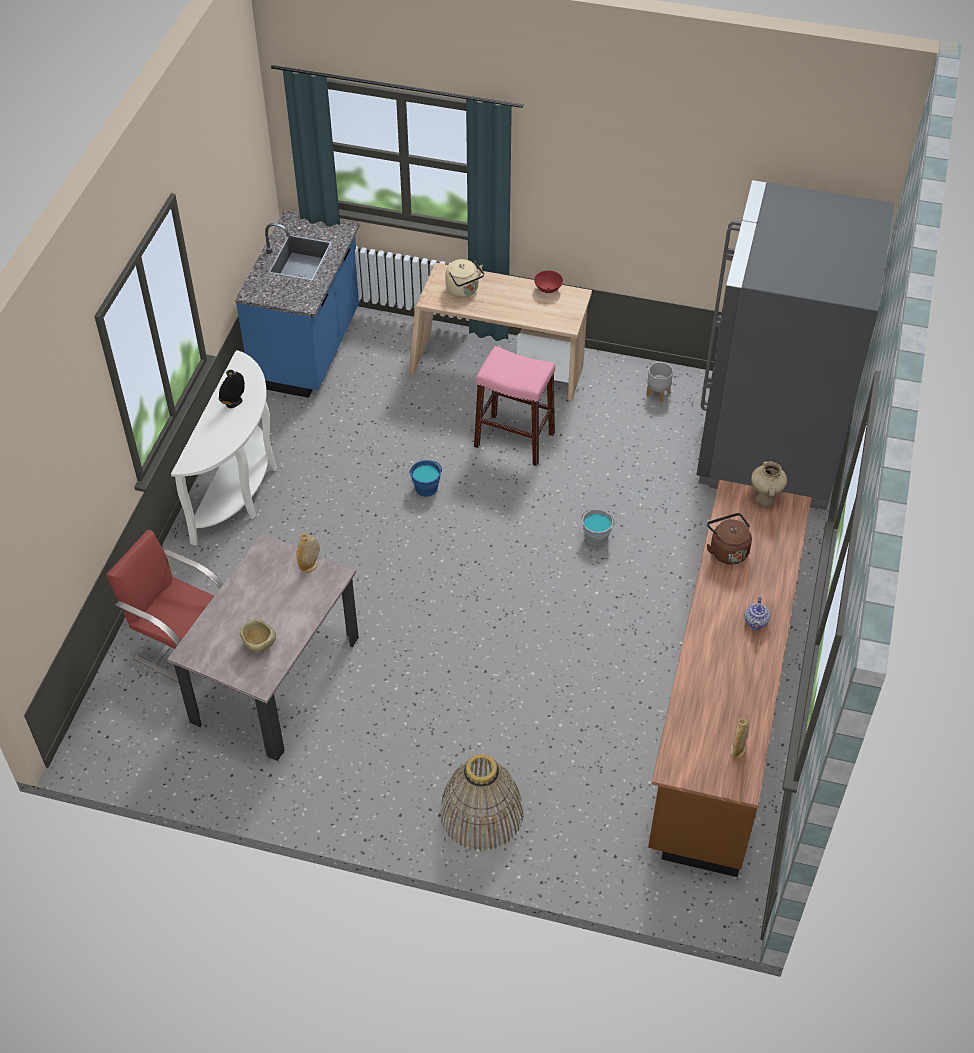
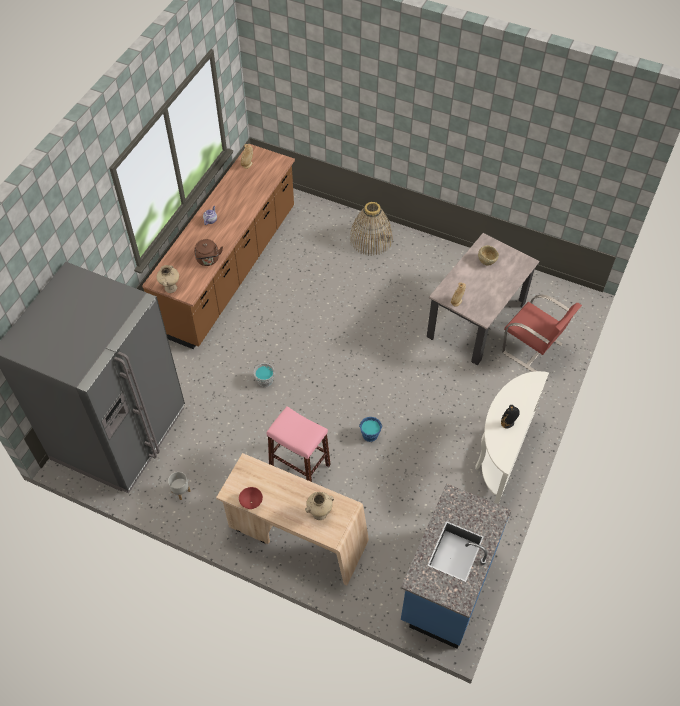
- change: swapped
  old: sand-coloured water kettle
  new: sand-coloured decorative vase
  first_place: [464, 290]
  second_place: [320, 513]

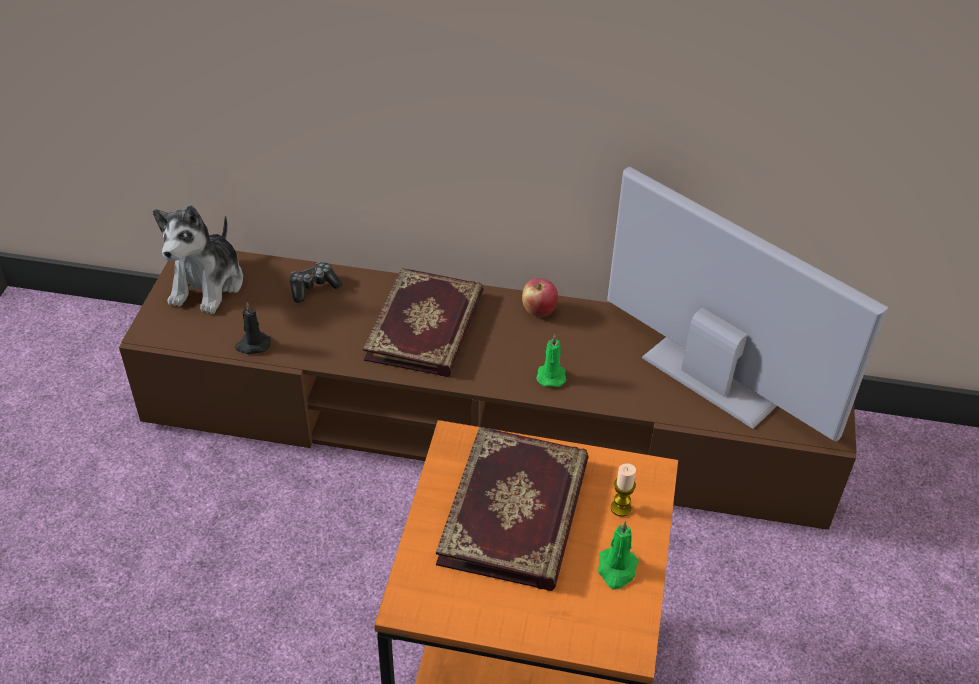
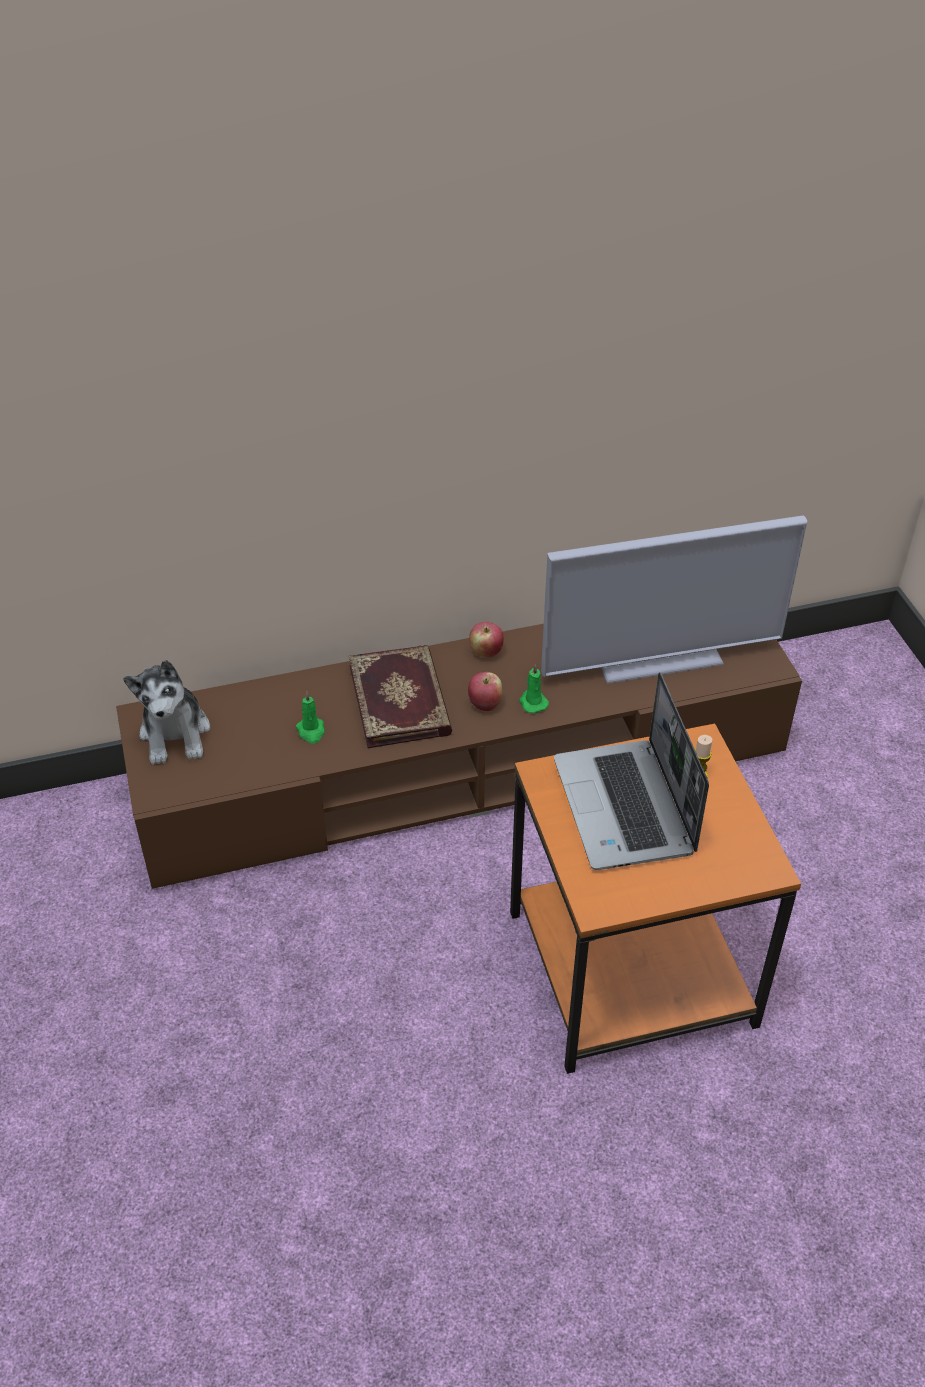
- change: gone
  old: blackish wax light
  first_place: [252, 345]
- change: gone
  old: game controller
  first_place: [313, 287]
- change: new
  new: apple fruit
  second_place: [485, 704]
- change: shifted
  old: green wax light
  first_place: [616, 569]
  second_place: [311, 731]
- change: swapped
  old: volume
  new: portable computer
  first_place: [517, 512]
  second_place: [626, 808]
- change: rotated
  old: television
  first_place: [710, 379]
  second_place: [658, 659]
  degrees: 150

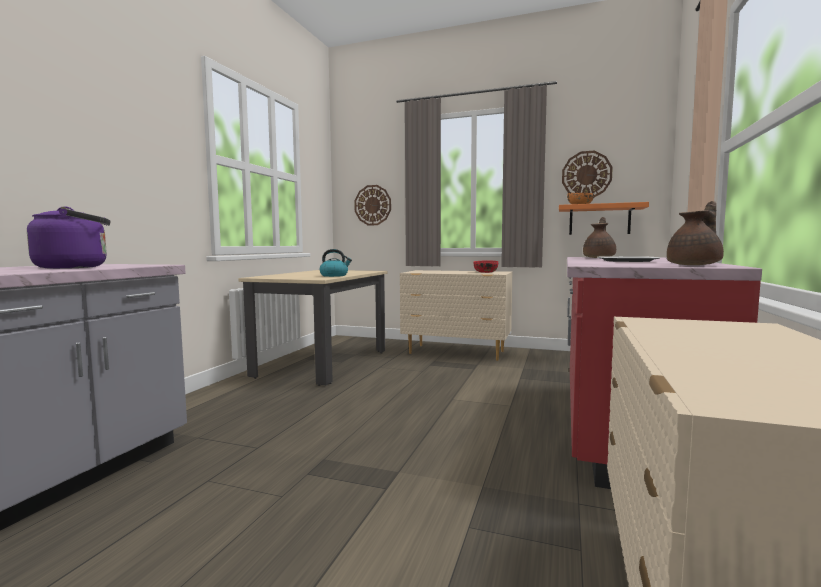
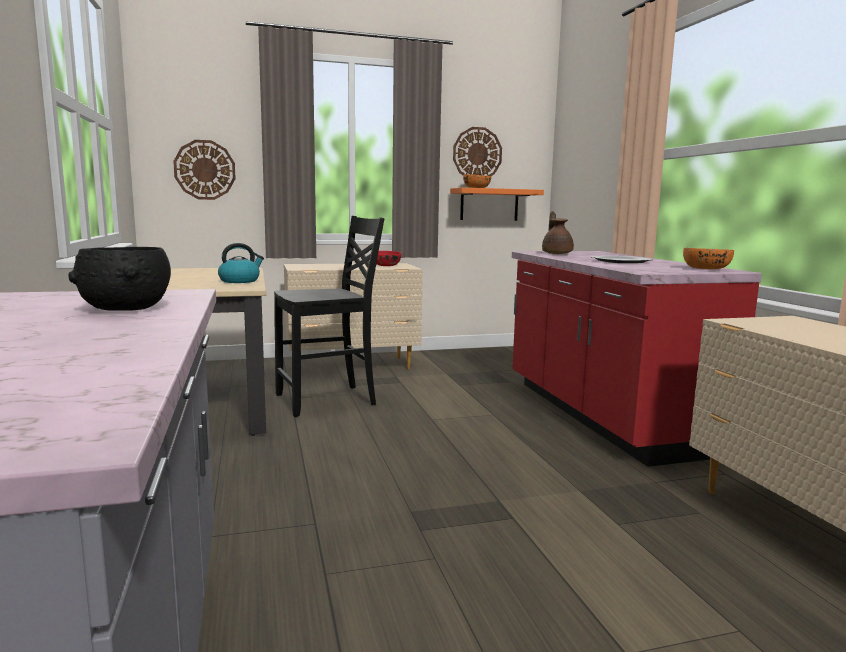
- change: new
  new: blackish plain chair
  second_place: [328, 400]
- change: swapped
  old: purple water kettle
  new: blackish deep dish
  first_place: [76, 267]
  second_place: [127, 308]
- change: swapped
  old: brown tea pot
  new: orange-coloured deep dish
  first_place: [695, 265]
  second_place: [706, 269]

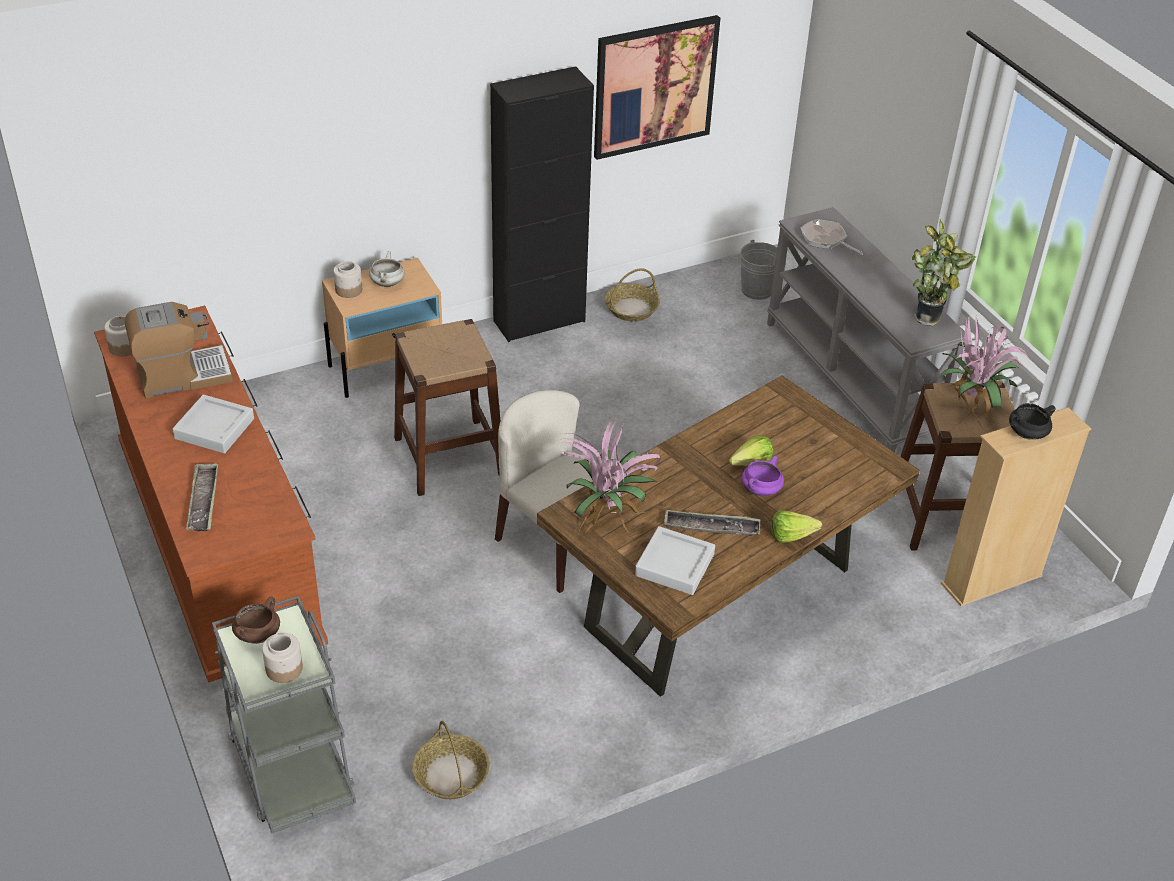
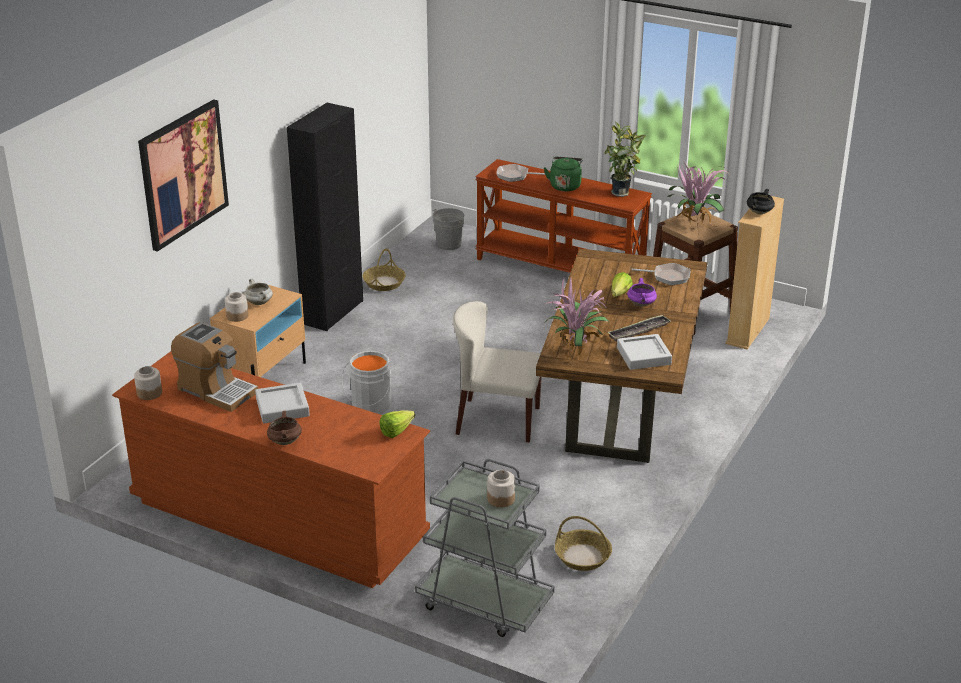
- change: gone
  old: serving tray
  first_place: [203, 501]
- change: new
  new: green water kettle
  second_place: [565, 185]
- change: new
  new: skillet
  second_place: [668, 277]
- change: shifted
  old: brown saucepot
  first_place: [258, 635]
  second_place: [284, 441]
- change: shifted
  old: picture
  first_place: [654, 86]
  second_place: [183, 174]
- change: shifted
  old: lettuce head
  first_place: [795, 537]
  second_place: [399, 431]
- change: swapped
  old: brown sitting stool
  new: greyish water bucket
  first_place: [449, 456]
  second_place: [369, 406]
- change: repainted
  old: greyish narrow table
  new: brown narrow table
  first_place: [852, 379]
  second_place: [560, 268]
- change: rotated
  old: coffee machine
  first_place: [182, 375]
  second_place: [216, 390]
  degrees: 90

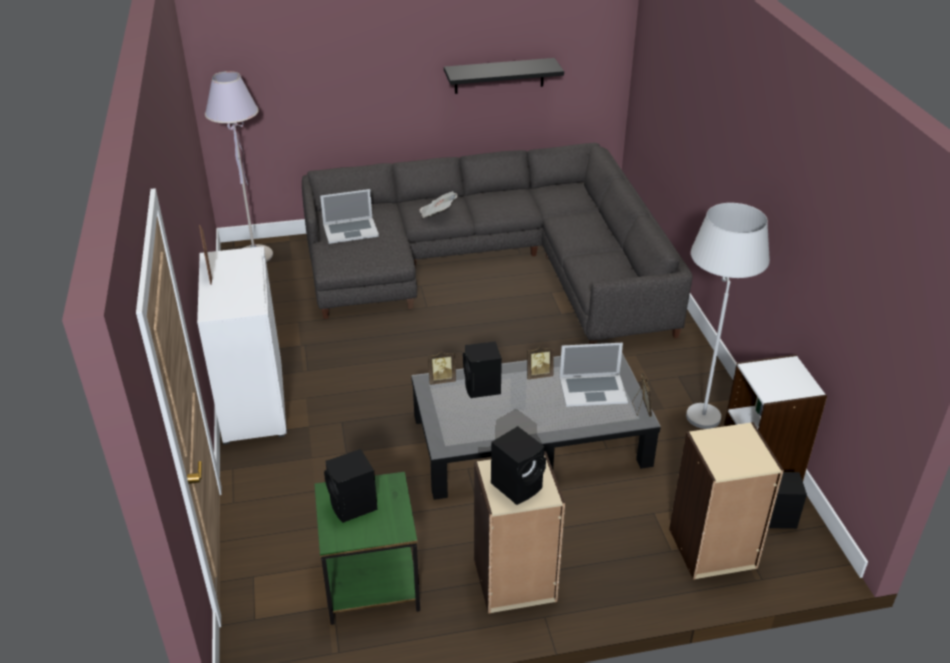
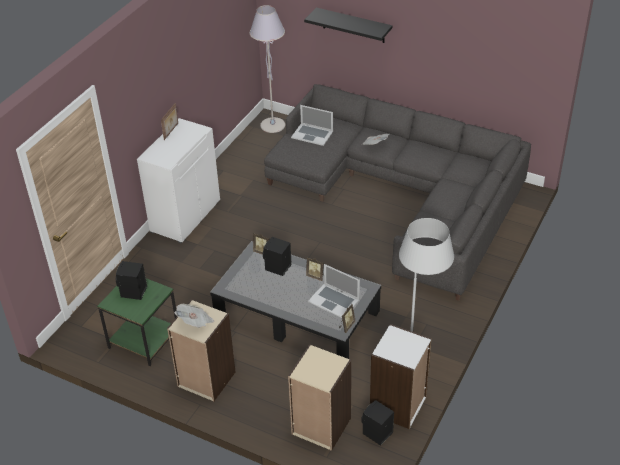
- change: shifted
  old: blackish wall shelf
  first_place: [499, 76]
  second_place: [353, 25]
- change: swapped
  old: blackish loudspeaker
  new: daily paper
  first_place: [518, 485]
  second_place: [195, 322]

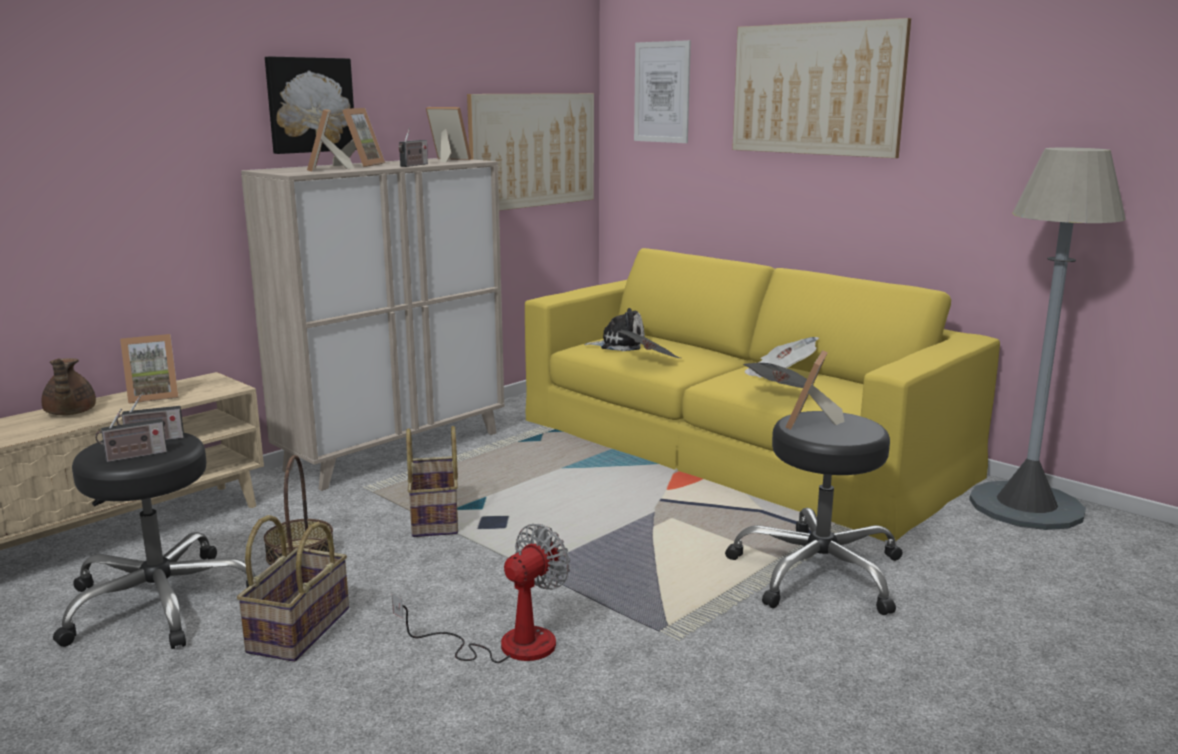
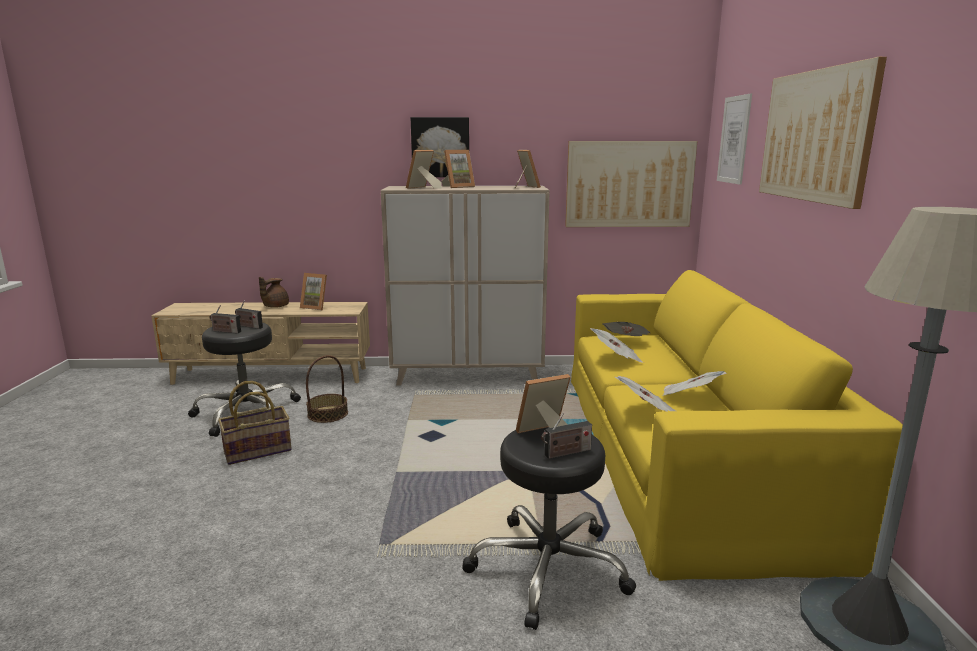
- change: gone
  old: fan
  first_place: [506, 645]
- change: gone
  old: household basket
  first_place: [436, 518]
- change: shifted
  old: radio receiver
  first_place: [413, 165]
  second_place: [566, 453]
- change: swapped
  old: plush toy
  new: daily paper
  first_place: [619, 345]
  second_place: [626, 342]

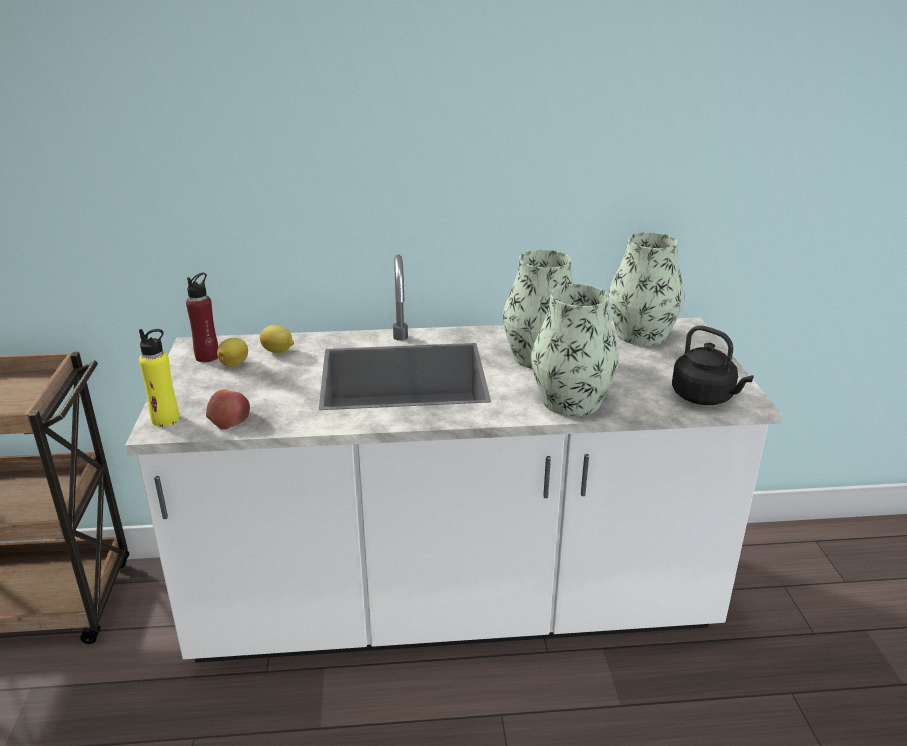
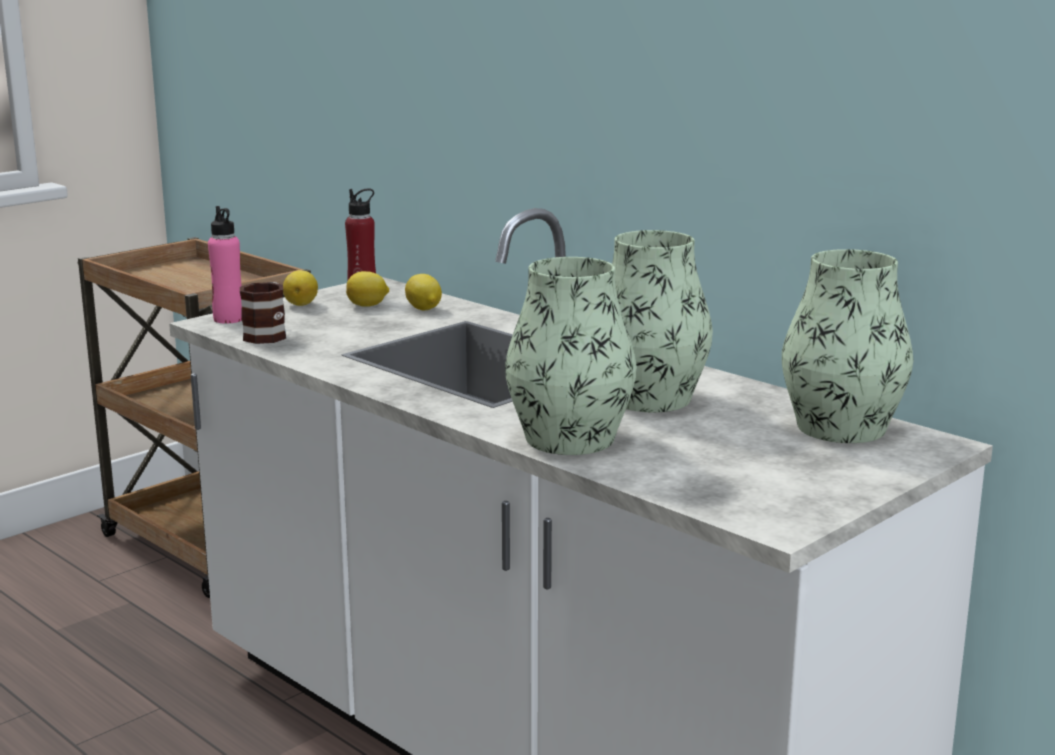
- change: gone
  old: blackish water kettle
  first_place: [705, 397]
- change: new
  new: citrus fruit
  second_place: [302, 304]
- change: swapped
  old: apple fruit
  new: tea mug
  first_place: [228, 417]
  second_place: [268, 334]
- change: repainted
  old: yellowish drink bottle
  new: pink drink bottle
  first_place: [165, 419]
  second_place: [229, 319]

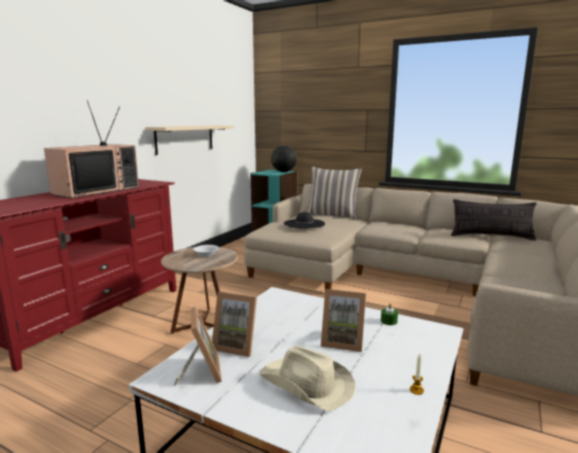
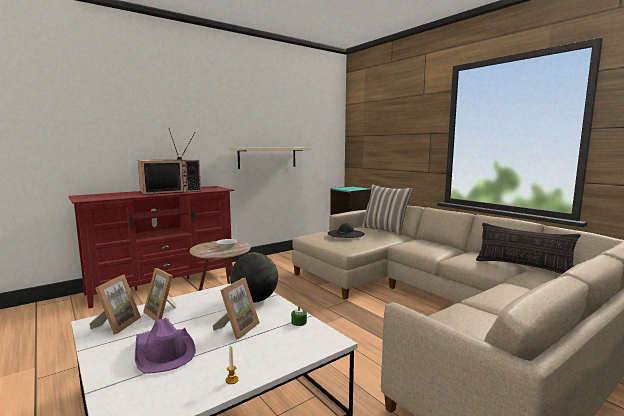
- change: shifted
  old: world globe
  first_place: [283, 172]
  second_place: [255, 300]
- change: repainted
  old: sand-coloured hat
  new: purple hat
  first_place: [307, 384]
  second_place: [163, 351]
- change: rotated
  old: standing frame
  first_place: [343, 341]
  second_place: [237, 328]
  degrees: -105

